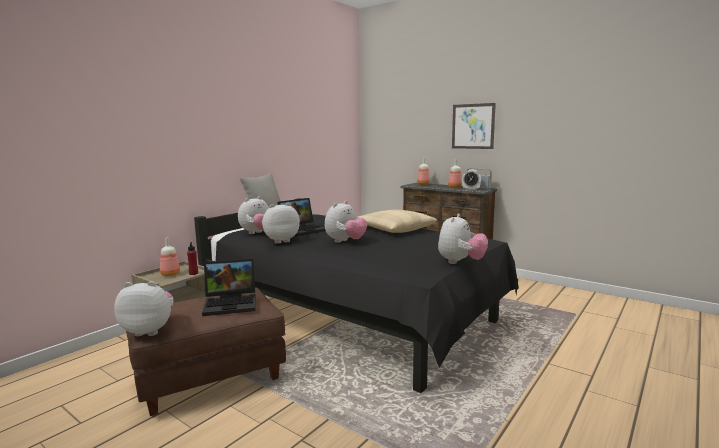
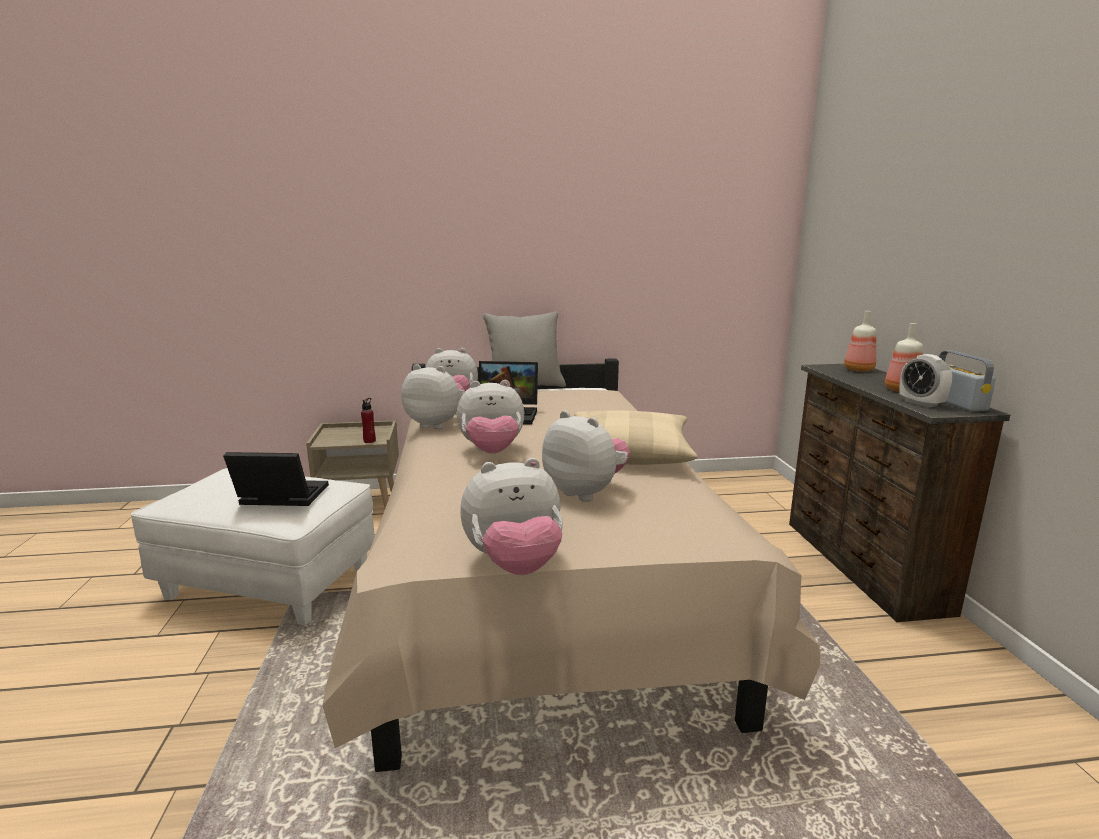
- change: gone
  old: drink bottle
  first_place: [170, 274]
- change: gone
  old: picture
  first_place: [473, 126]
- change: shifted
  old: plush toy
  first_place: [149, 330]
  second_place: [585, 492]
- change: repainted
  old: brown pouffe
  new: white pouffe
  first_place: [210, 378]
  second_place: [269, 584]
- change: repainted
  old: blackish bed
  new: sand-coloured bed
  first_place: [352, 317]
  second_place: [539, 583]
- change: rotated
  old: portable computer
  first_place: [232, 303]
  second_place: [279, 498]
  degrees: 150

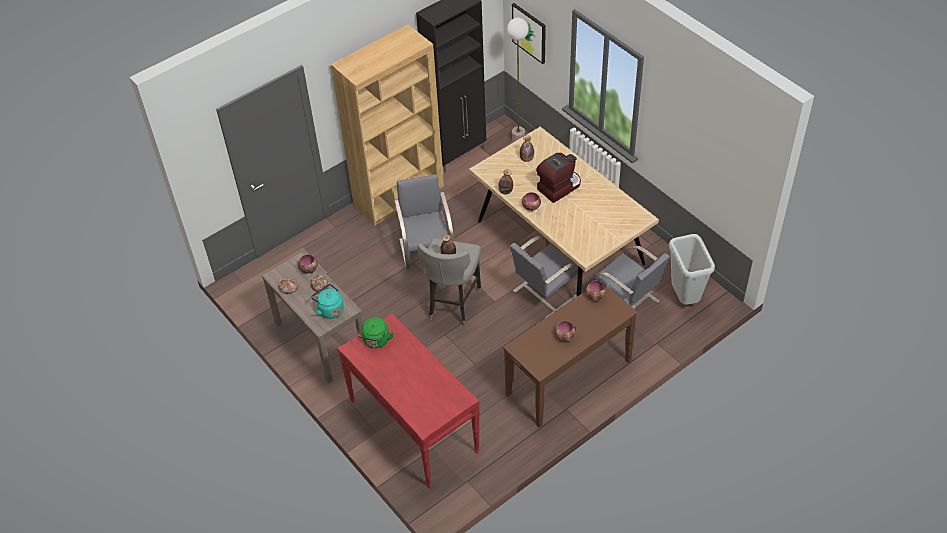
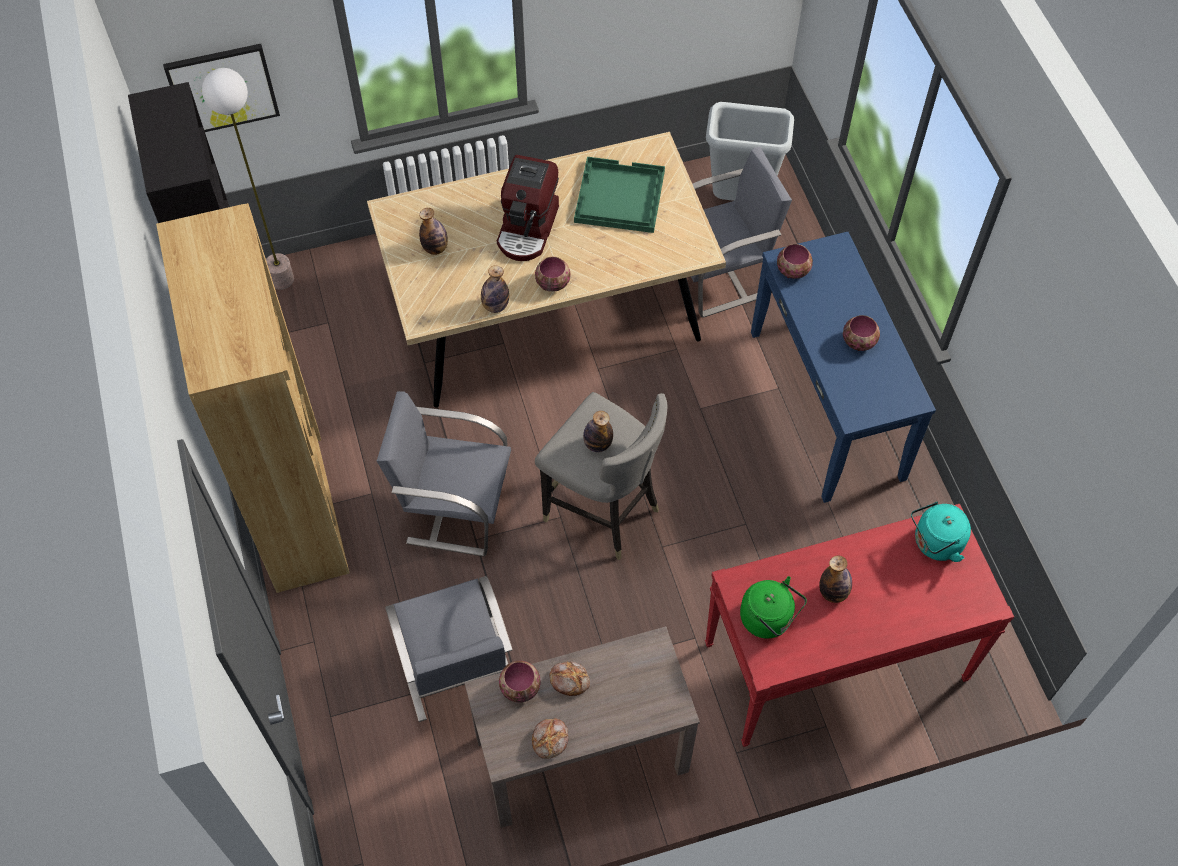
- change: new
  new: green serving tray
  second_place: [618, 197]
- change: new
  new: drink bottle
  second_place: [833, 592]
- change: shifted
  old: turquoise-coloured water kettle
  first_place: [329, 309]
  second_place: [935, 543]
- change: shifted
  old: greyish plain chair
  first_place: [544, 294]
  second_place: [456, 670]
- change: repainted
  old: brown narrow table
  new: bluish narrow table
  first_place: [569, 377]
  second_place: [827, 404]
- change: rotated
  old: coffee machine
  first_place: [559, 187]
  second_place: [528, 228]
  degrees: -150

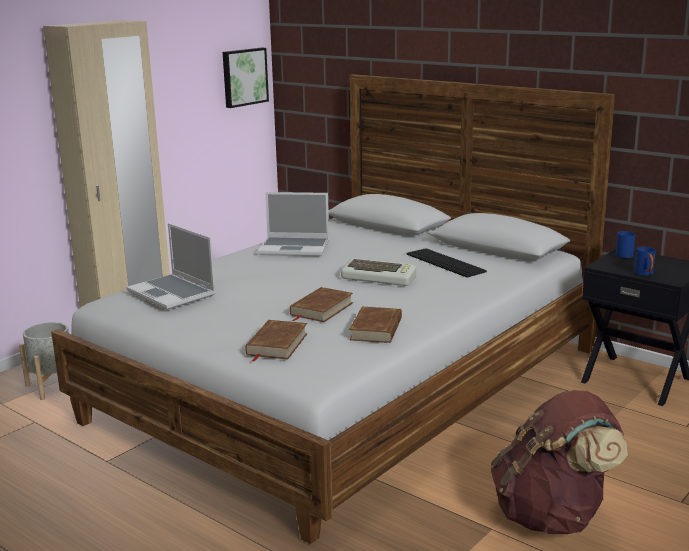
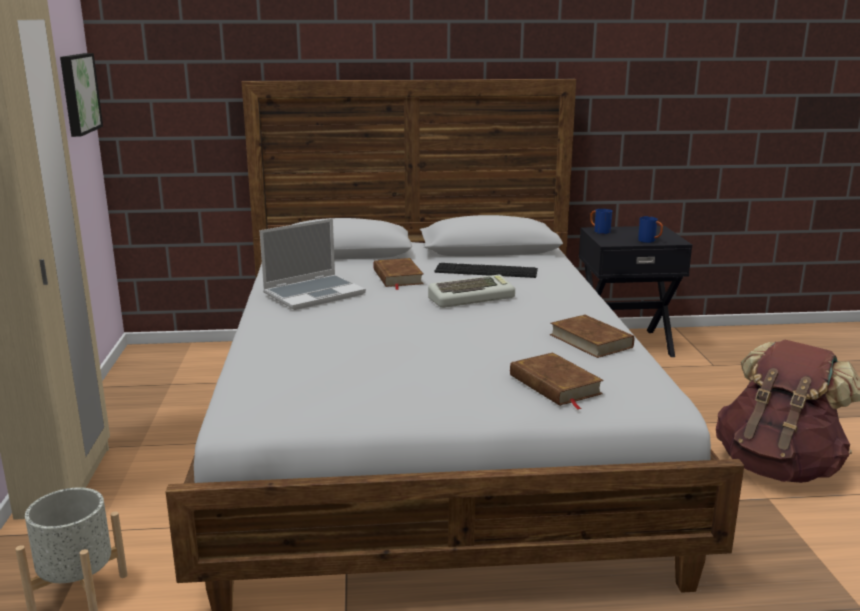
- change: gone
  old: portable computer
  first_place: [173, 293]
- change: shifted
  old: brown volume
  first_place: [321, 309]
  second_place: [397, 277]

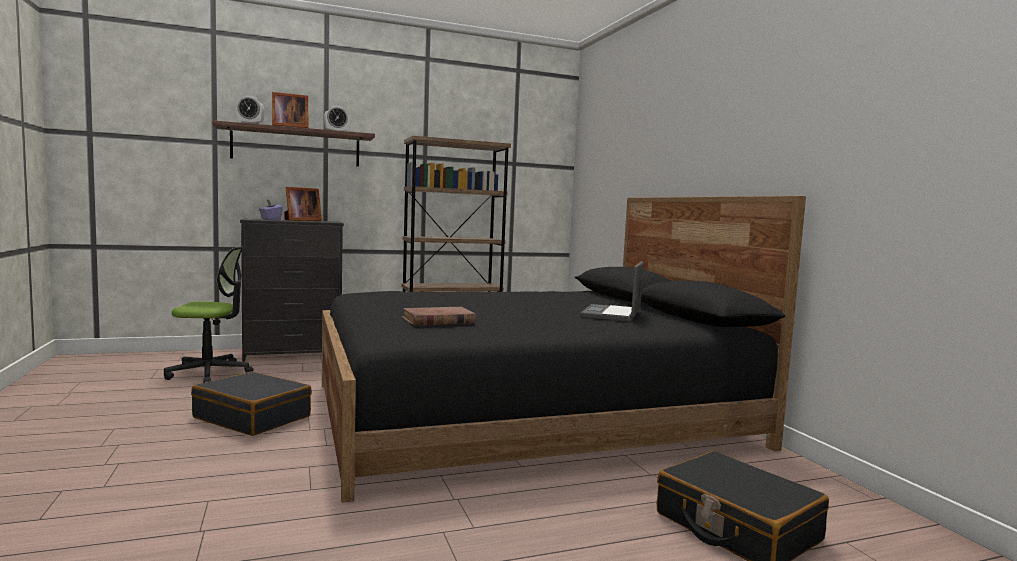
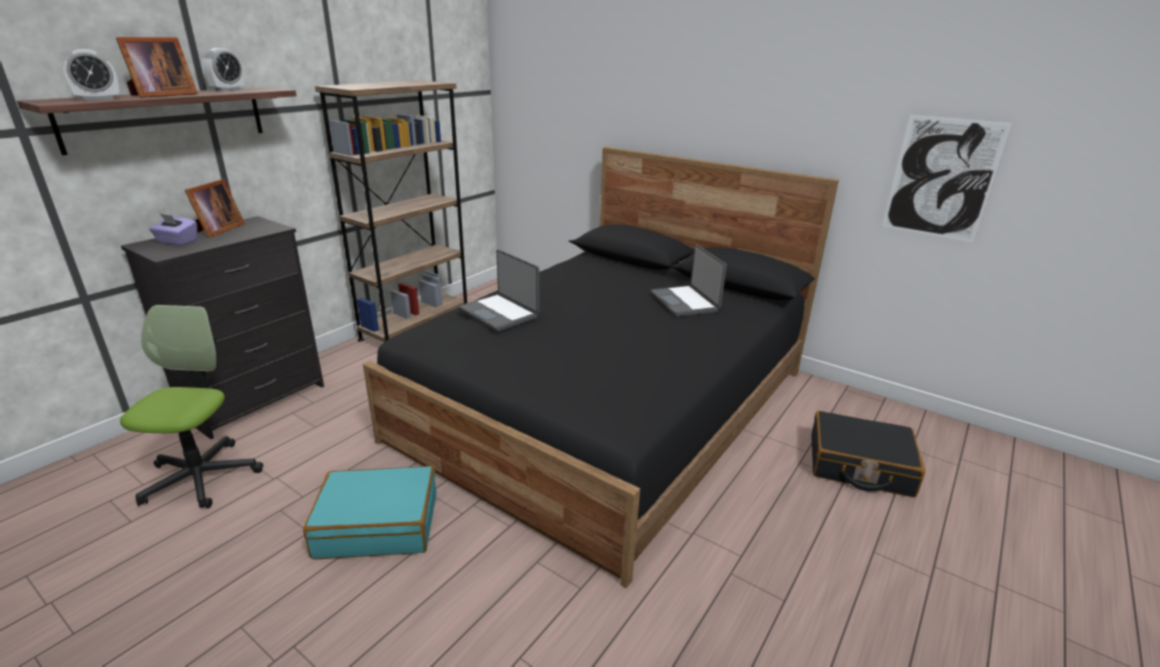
- change: gone
  old: brown volume
  first_place: [438, 321]
- change: new
  new: portable computer
  second_place: [500, 313]
- change: new
  new: picture
  second_place: [942, 178]
- change: repainted
  old: blackish travel case
  new: turquoise-coloured travel case
  first_place: [253, 417]
  second_place: [378, 525]
- change: rotated
  old: office chair
  first_place: [210, 373]
  second_place: [201, 477]
  degrees: -45

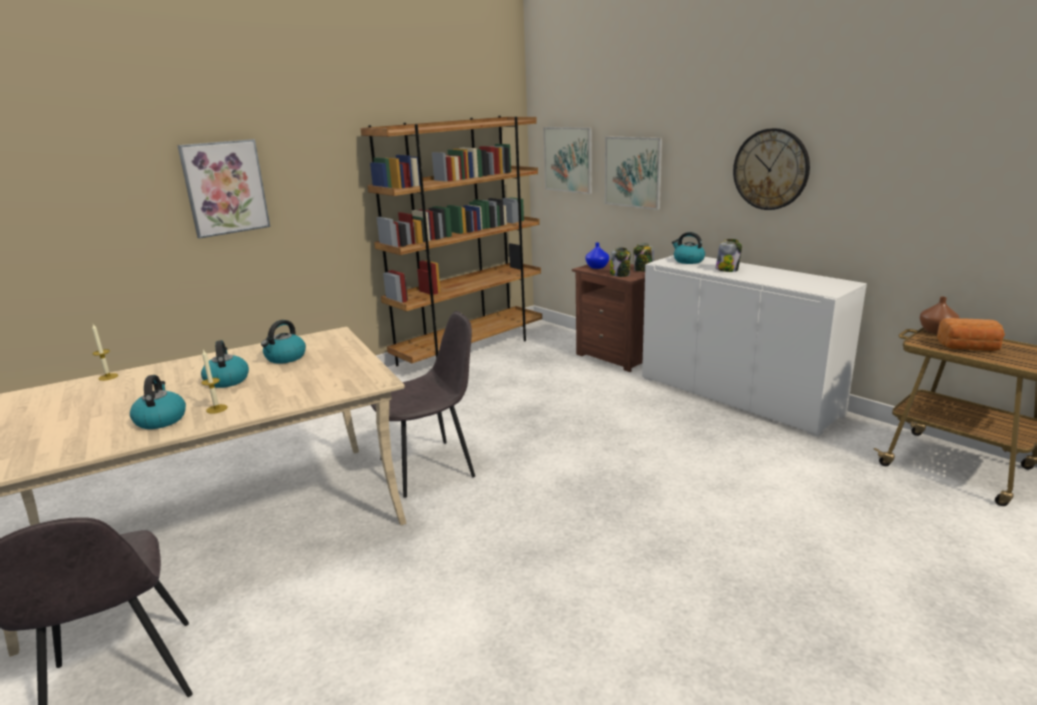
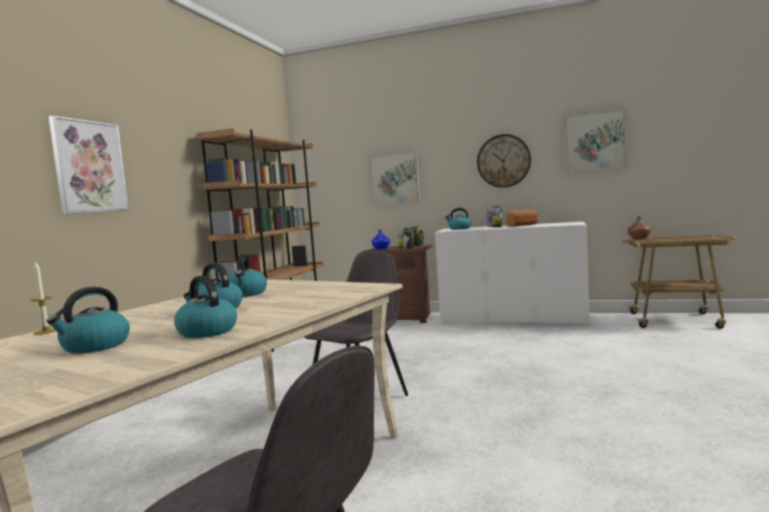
- change: gone
  old: wax light
  first_place: [217, 409]
- change: new
  new: water kettle
  second_place: [95, 346]
- change: shifted
  old: picture
  first_place: [568, 159]
  second_place: [594, 141]
- change: shifted
  old: bread
  first_place: [969, 348]
  second_place: [523, 225]

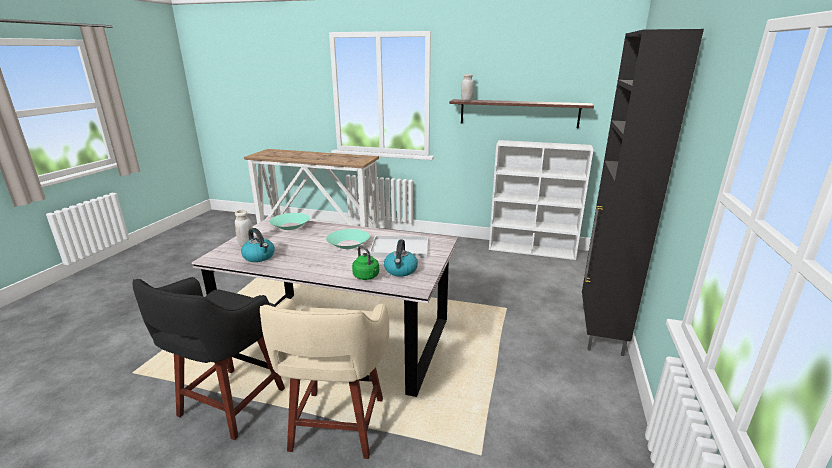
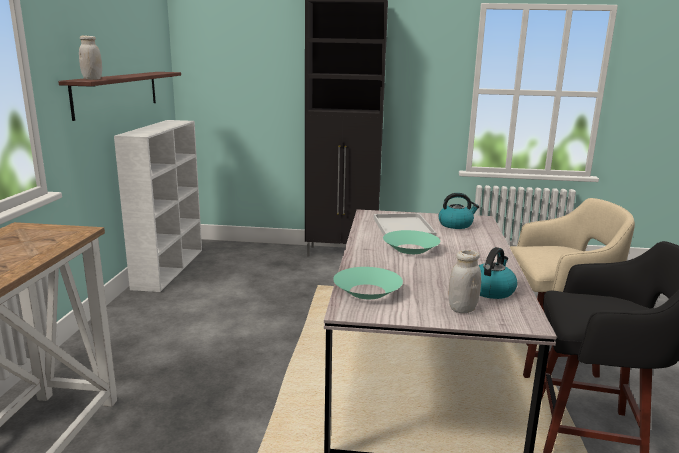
- change: gone
  old: green water kettle
  first_place: [367, 277]

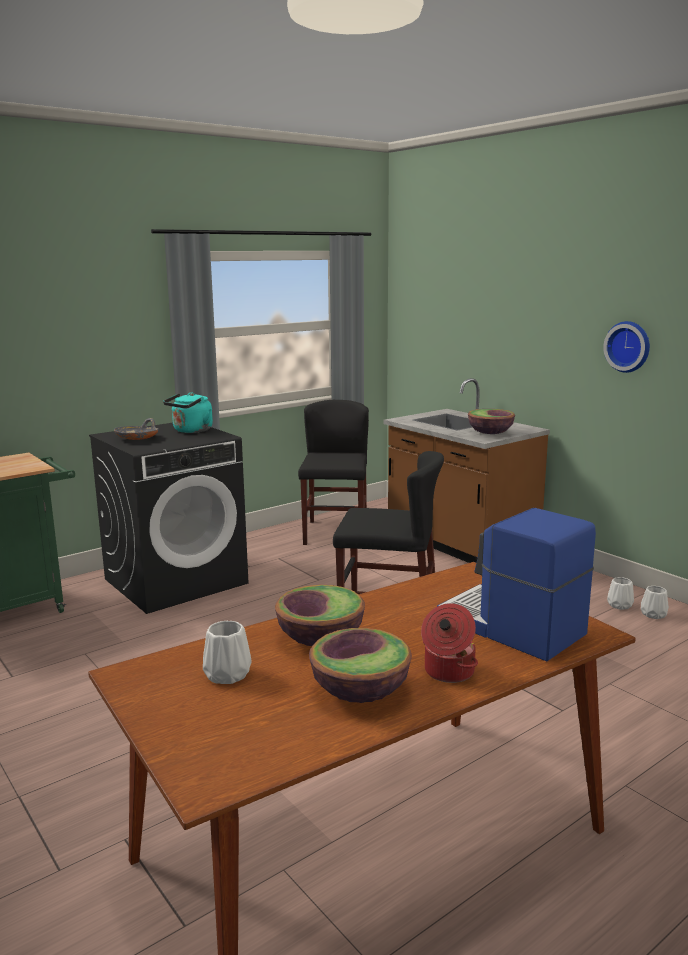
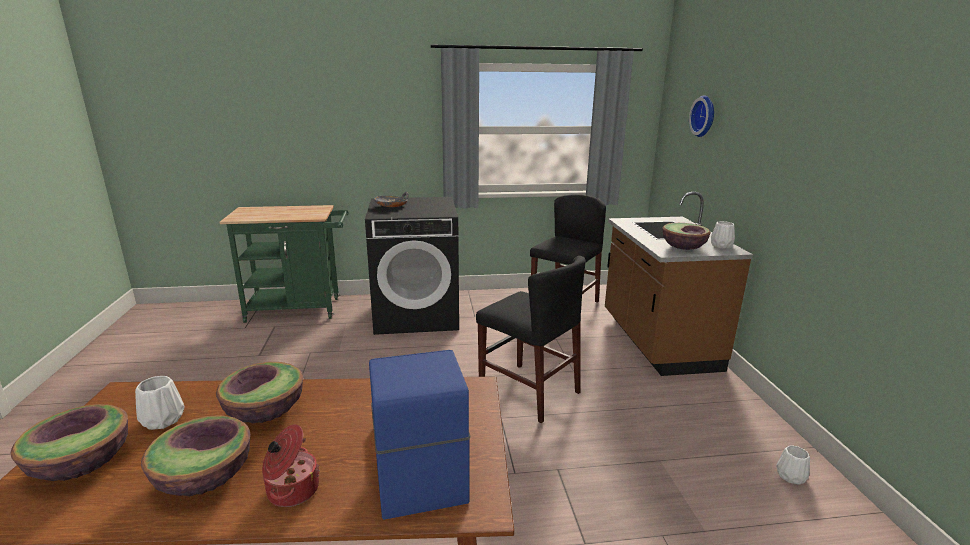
- change: gone
  old: turquoise-coloured water kettle
  first_place: [191, 431]
- change: new
  new: deep dish
  second_place: [83, 464]
- change: shifted
  old: clock on the wall
  first_place: [628, 346]
  second_place: [705, 116]
- change: shifted
  old: white decorative vase
  first_place: [619, 605]
  second_place: [720, 245]

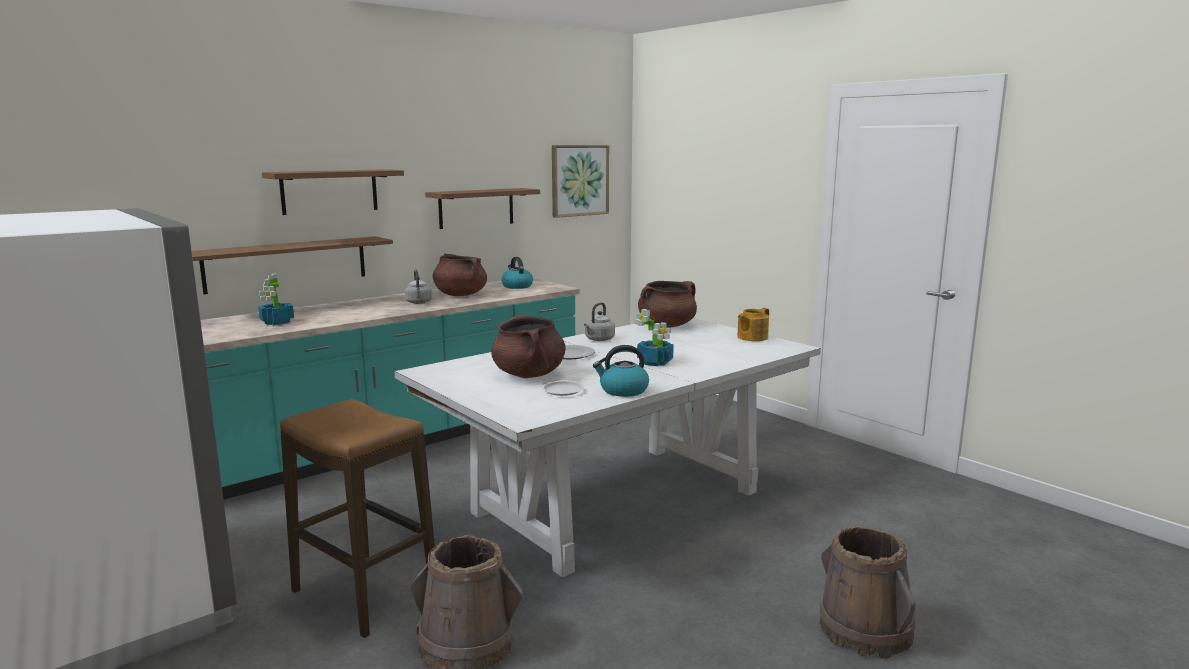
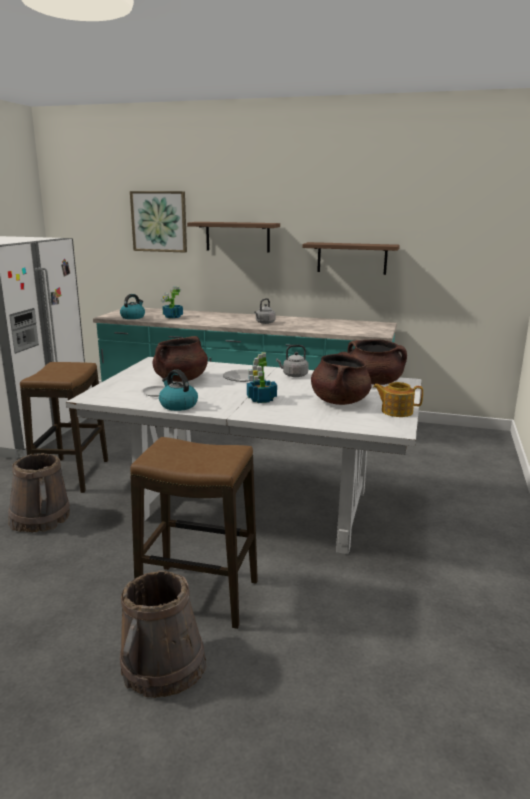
- change: gone
  old: wall shelf
  first_place: [287, 264]
- change: new
  new: sitting stool
  second_place: [198, 596]
- change: shifted
  old: brown saucepot
  first_place: [460, 295]
  second_place: [339, 401]
- change: shifted
  old: water kettle
  first_place: [516, 286]
  second_place: [133, 317]
- change: shifted
  old: picture
  first_place: [579, 180]
  second_place: [159, 221]

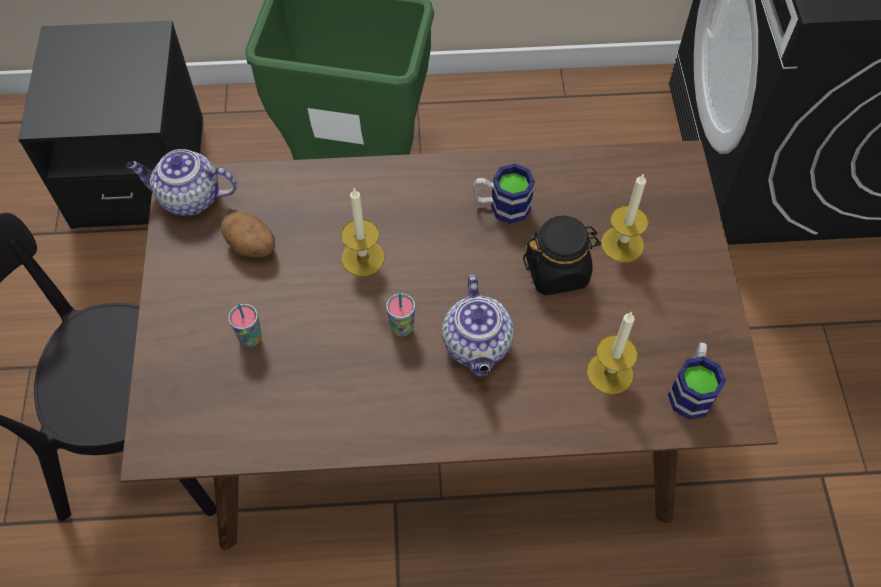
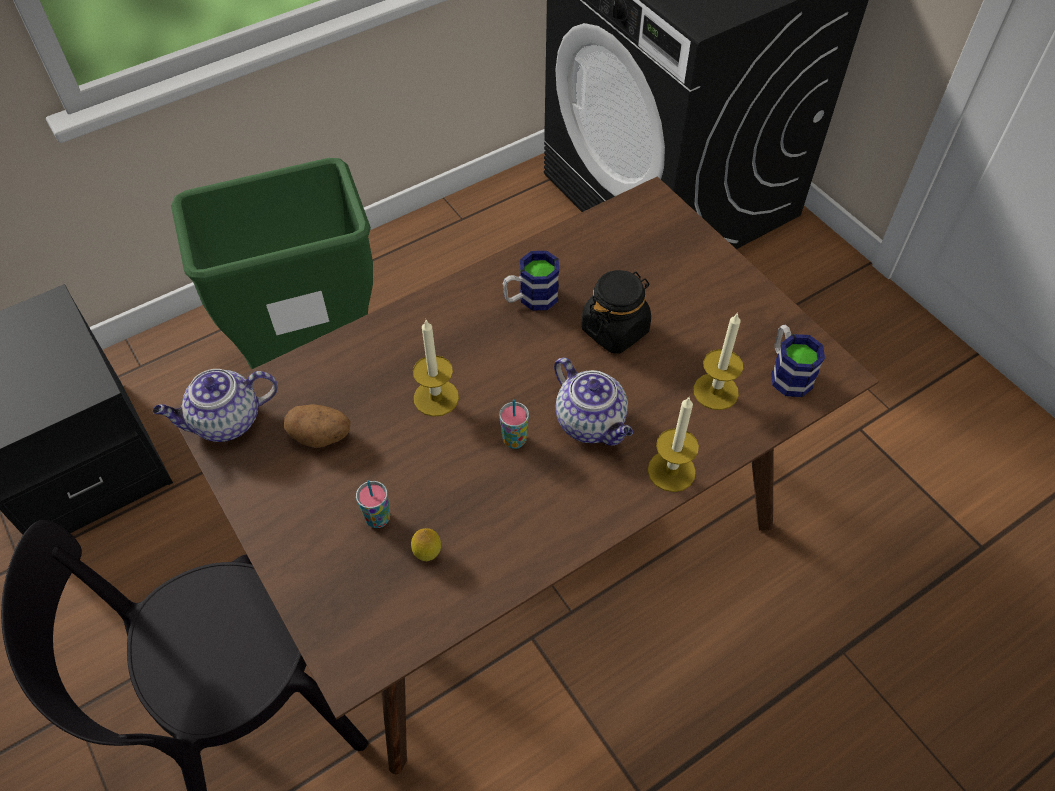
- change: new
  new: citrus fruit
  second_place: [427, 554]
- change: shifted
  old: wax light
  first_place: [622, 244]
  second_place: [671, 471]

